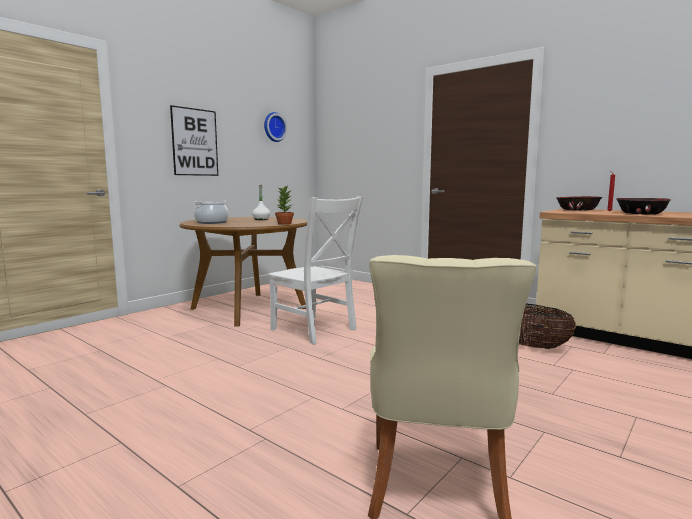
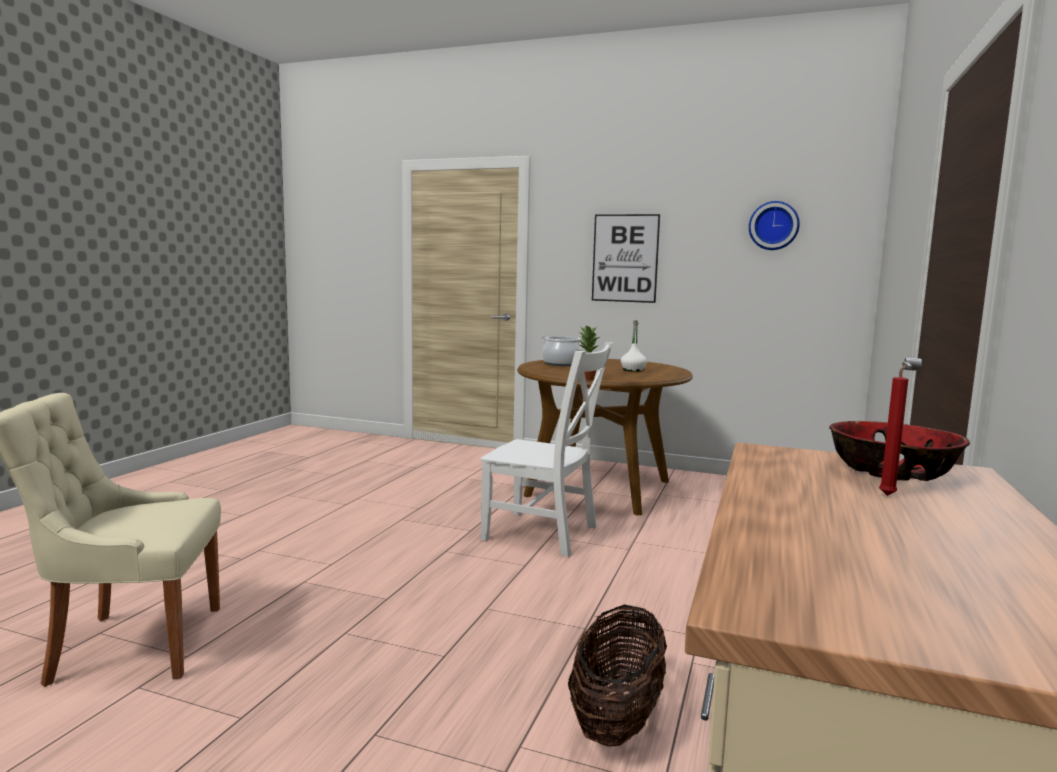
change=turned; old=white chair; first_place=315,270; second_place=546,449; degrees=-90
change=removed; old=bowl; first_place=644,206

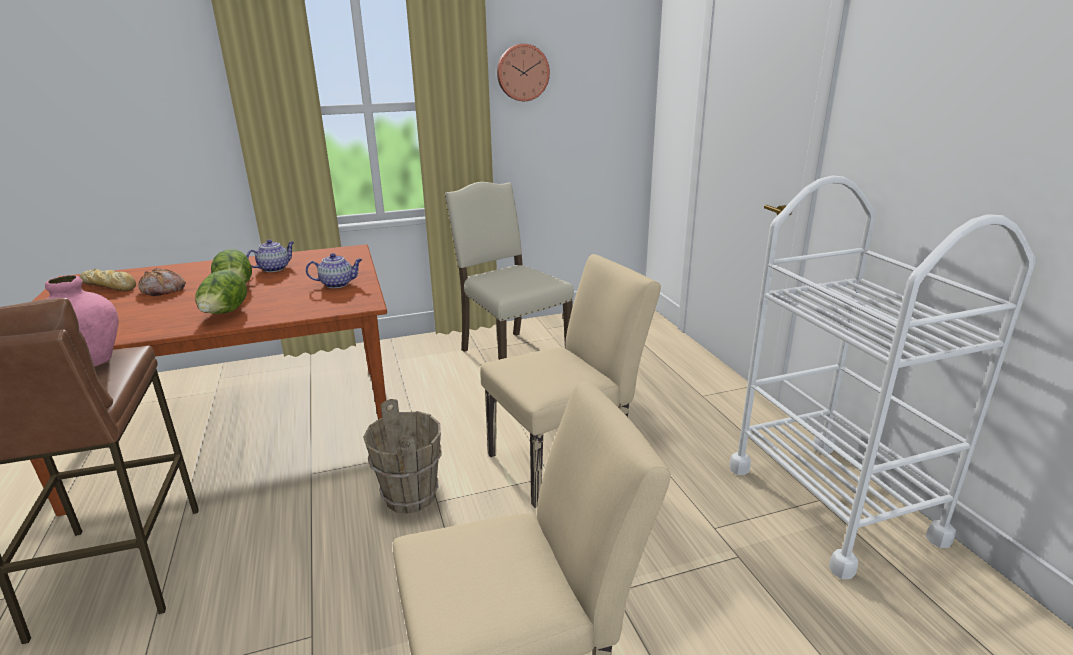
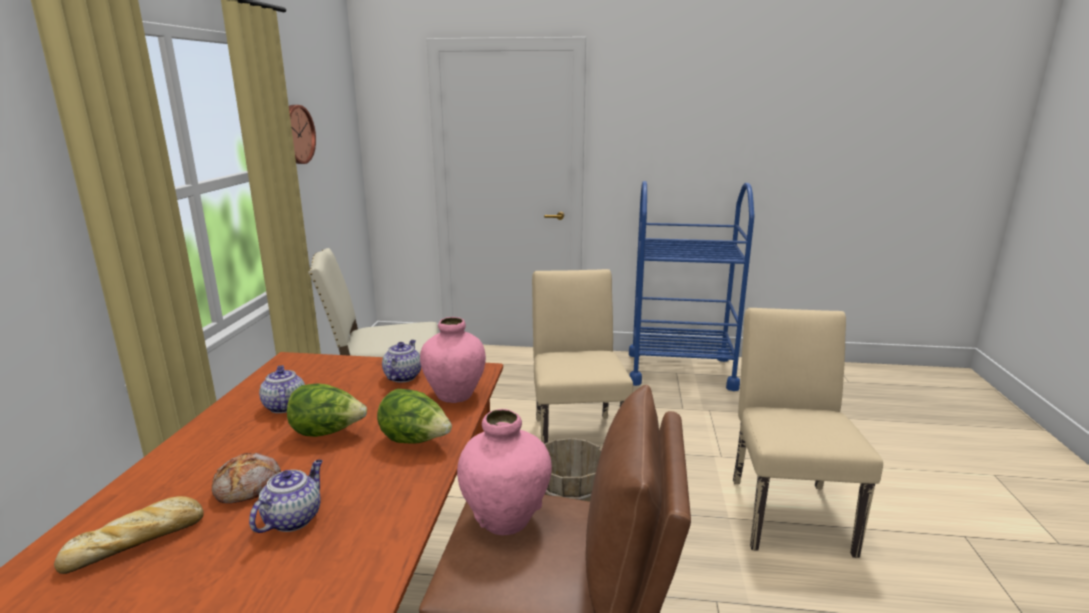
change=recoloured; old=white cart; new=blue cart; first_place=882,377; second_place=692,286
change=added; new=teapot; second_place=286,496
change=added; new=pink vase; second_place=453,360

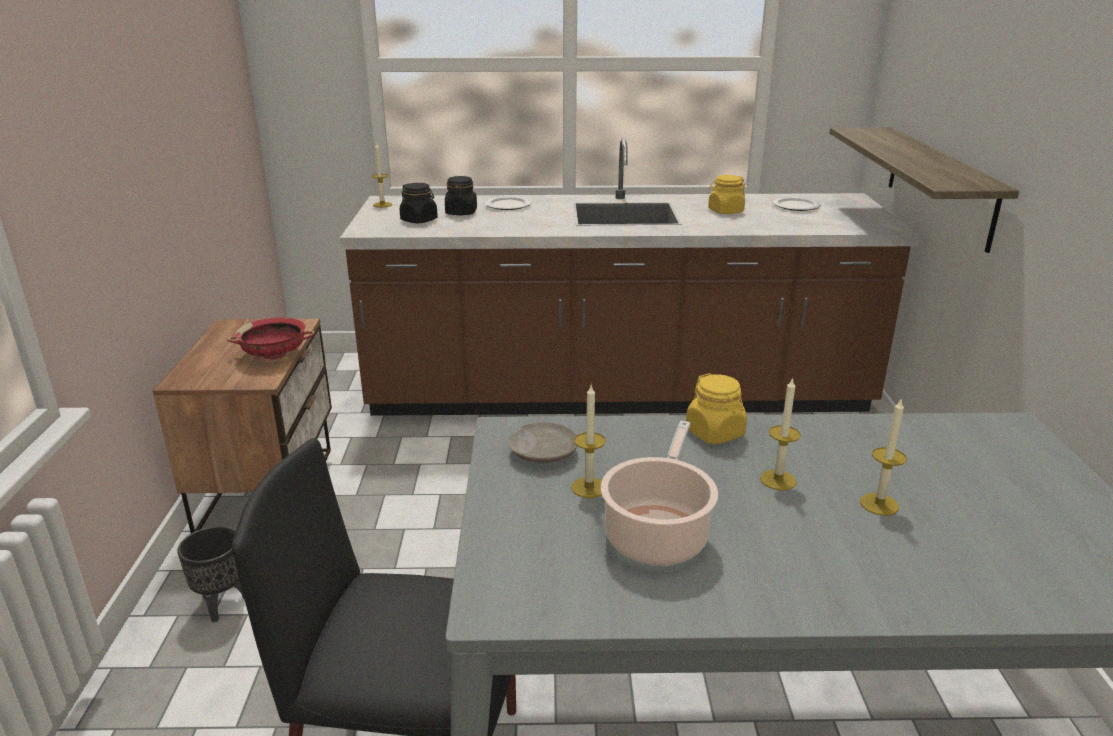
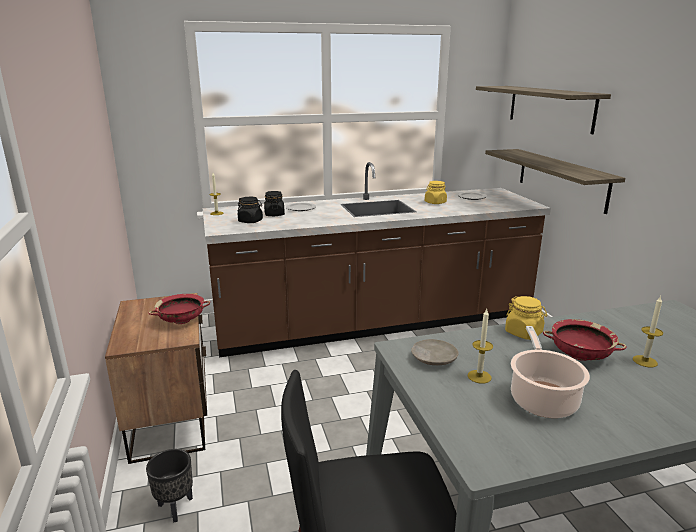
change=replaced; old=candle; new=red bowl; first_place=780,433; second_place=585,340
change=added; new=shelf; second_place=543,110

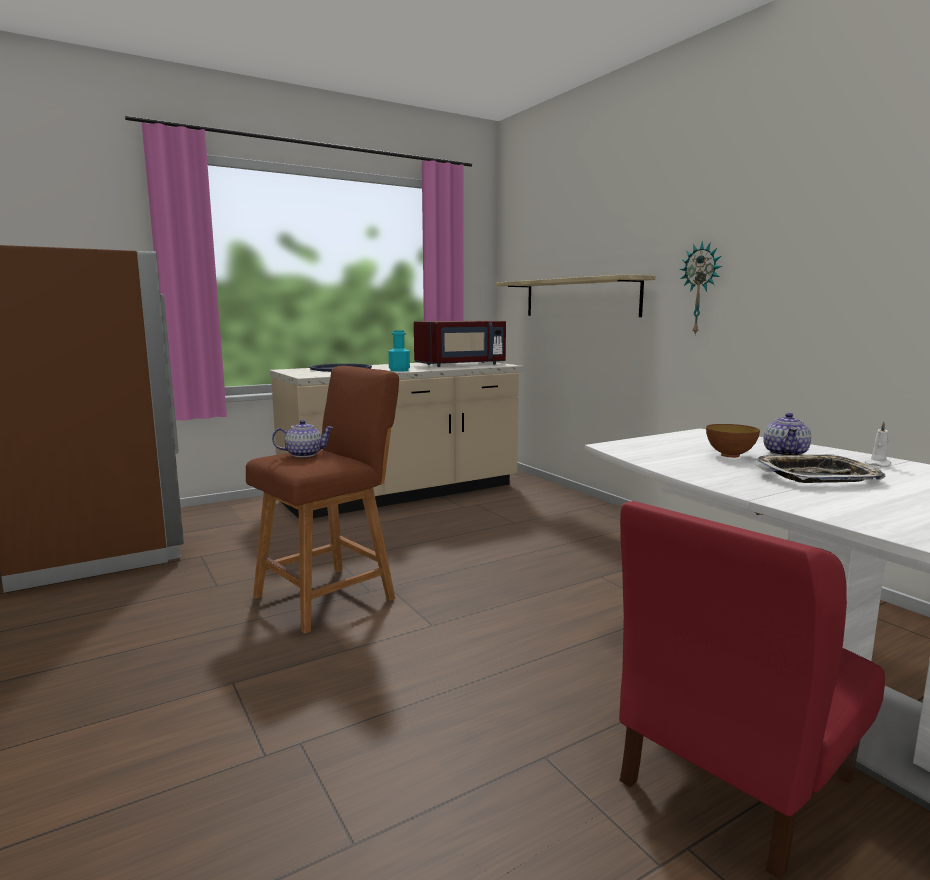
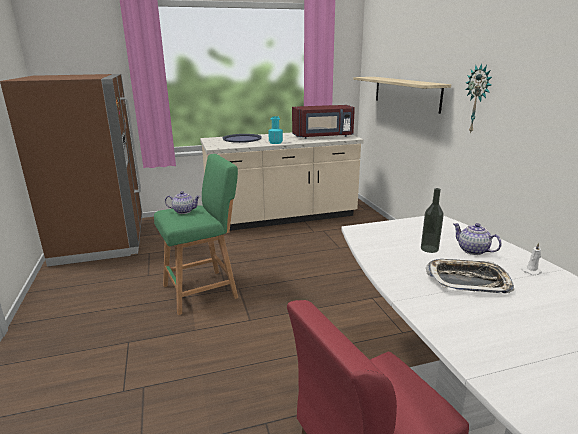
change=recoloured; old=brown stool; new=green stool; first_place=322,500; second_place=196,234
change=replaced; old=bowl; new=bottle; first_place=733,441; second_place=432,220
change=turned; old=teapot; first_place=787,434; second_place=477,239; degrees=105

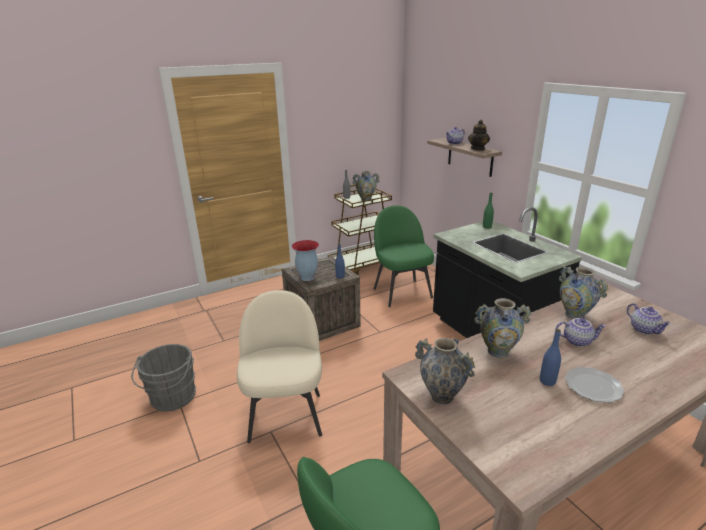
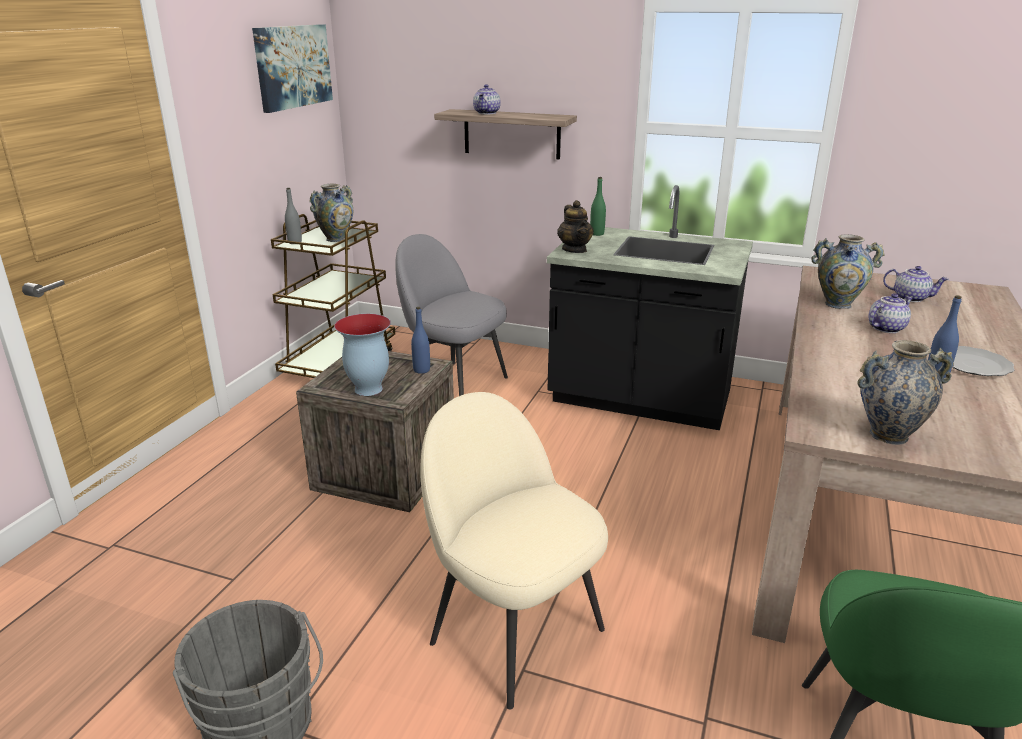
change=recoloured; old=green chair; new=grey chair; first_place=404,256; second_place=451,315
change=moved; old=teapot; first_place=479,135; second_place=575,226
change=removed; old=vase; first_place=502,328
change=added; new=picture; second_place=292,68

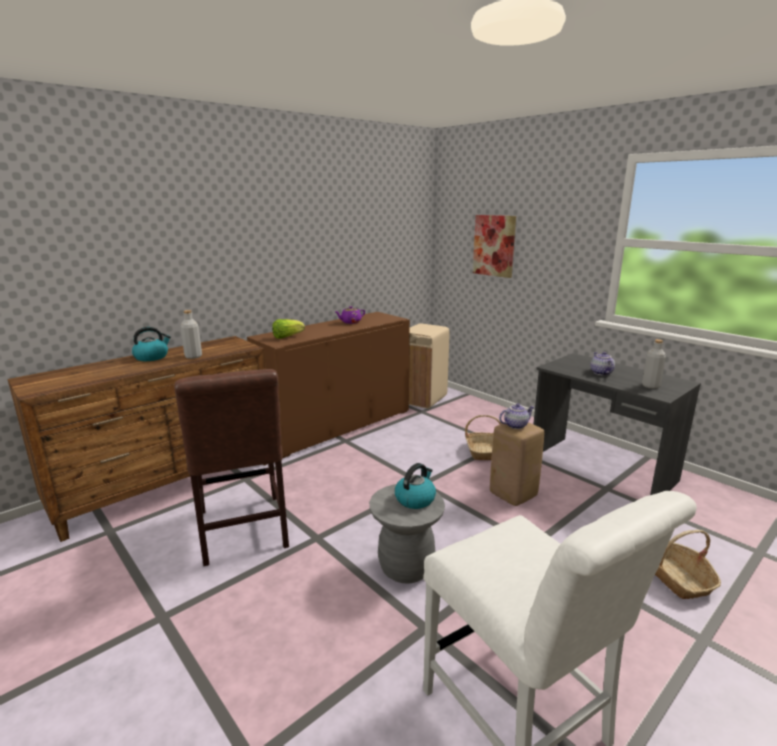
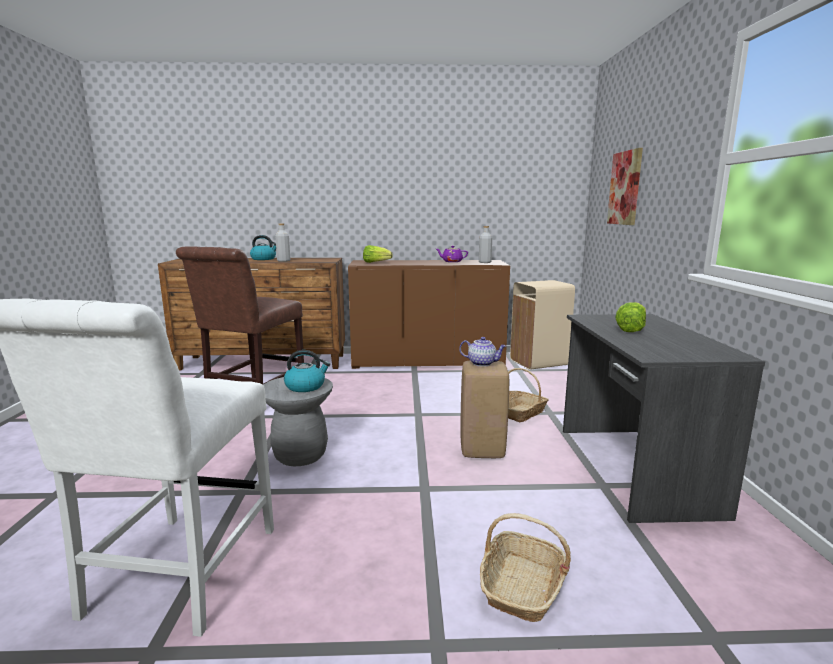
change=replaced; old=teapot; new=lettuce; first_place=602,363; second_place=630,317
change=moved; old=grey bottle; first_place=654,364; second_place=485,244

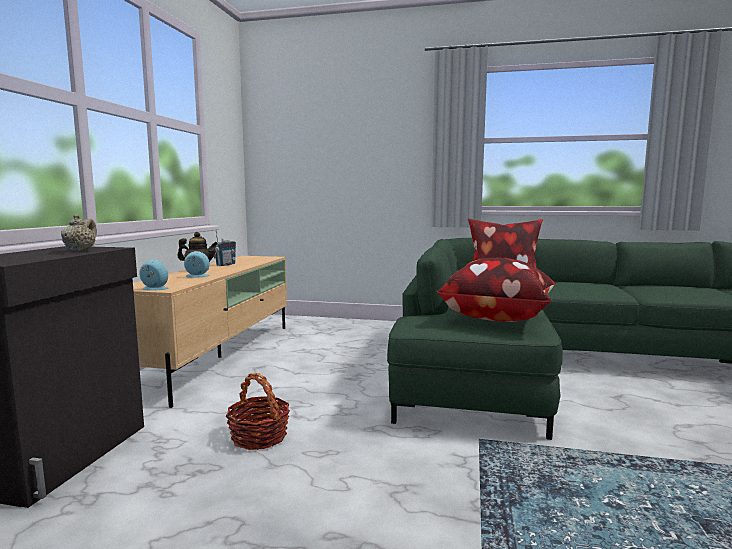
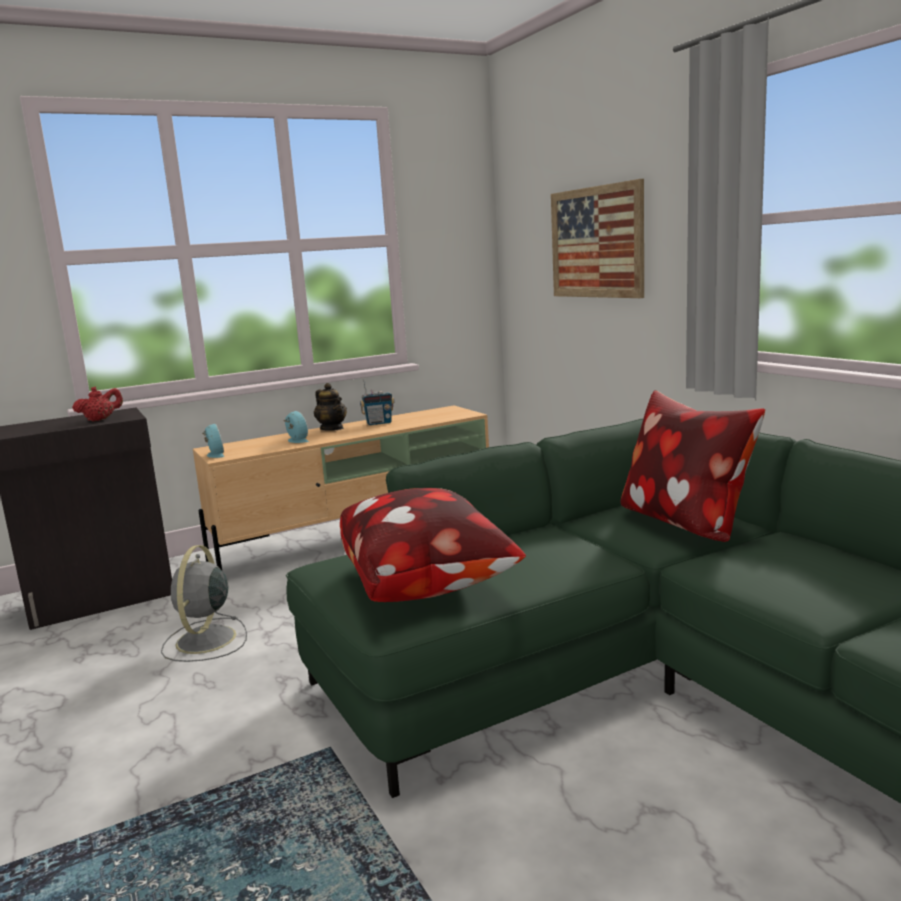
change=recoloured; old=beige teapot; new=red teapot; first_place=79,233; second_place=97,404
change=replaced; old=basket; new=grey fan; first_place=258,411; second_place=204,603
change=added; new=picture; second_place=597,238

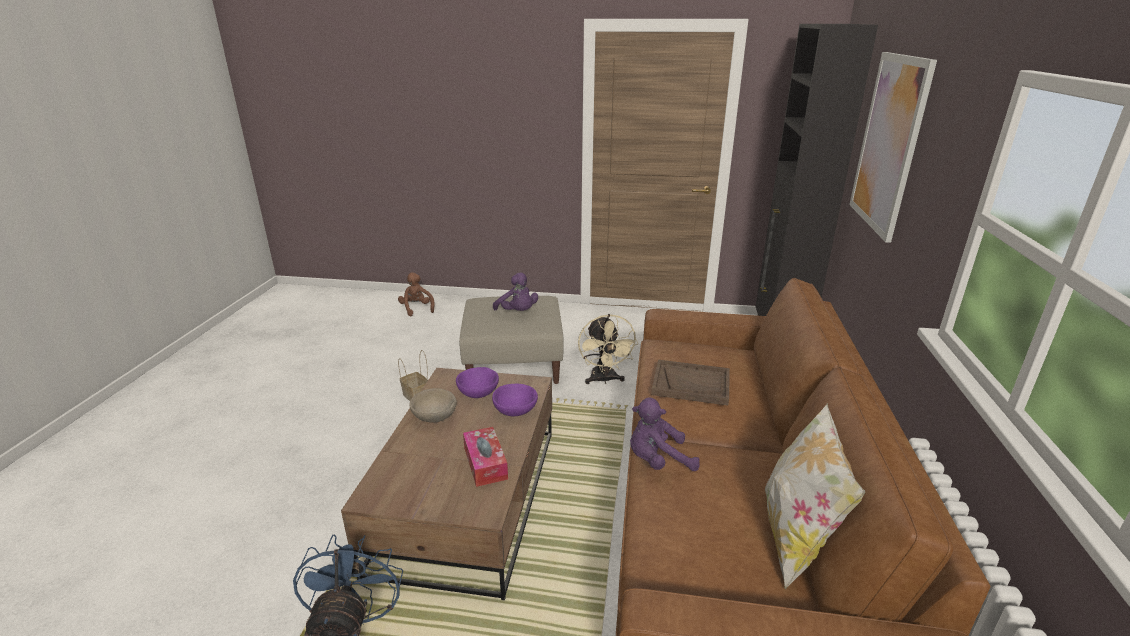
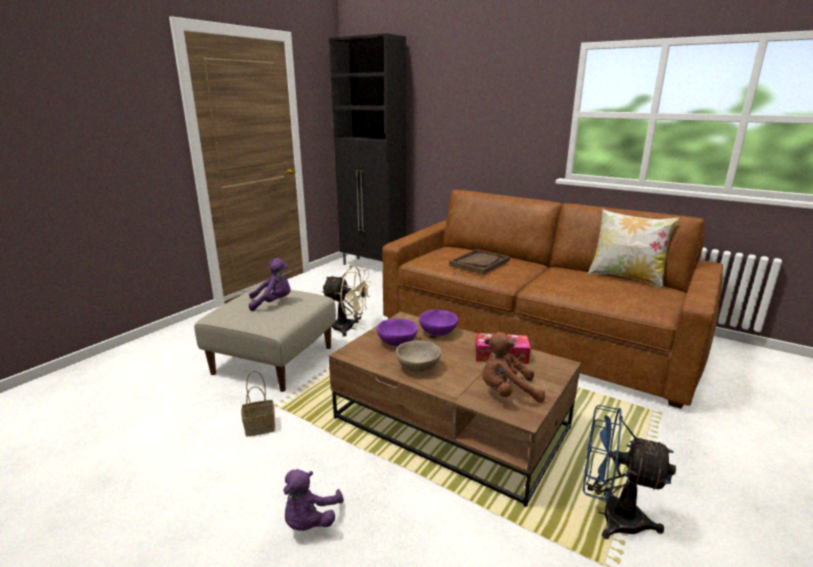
change=moved; old=brown plush toy; first_place=416,294; second_place=513,367
change=moved; old=purple plush toy; first_place=665,434; second_place=313,500
change=removed; old=picture; first_place=893,147

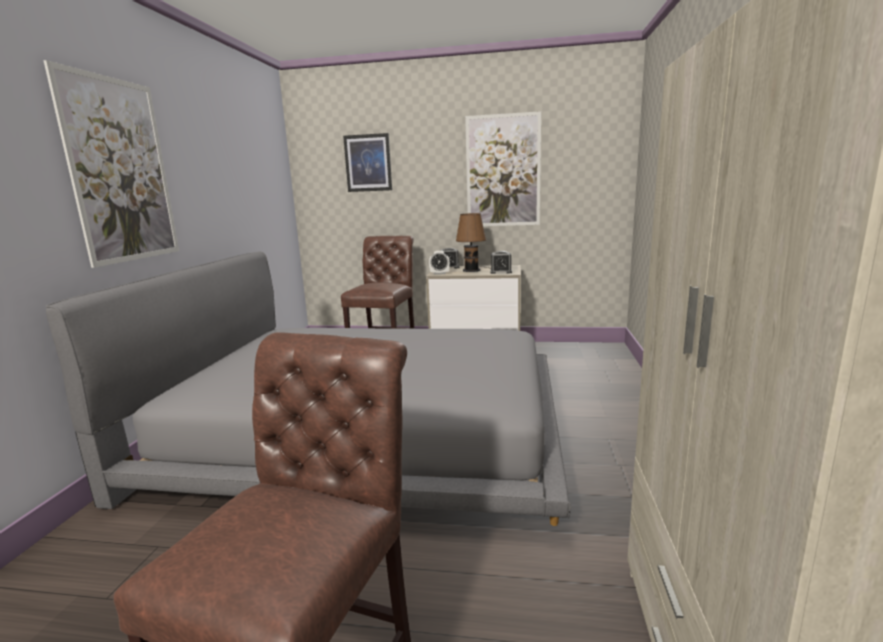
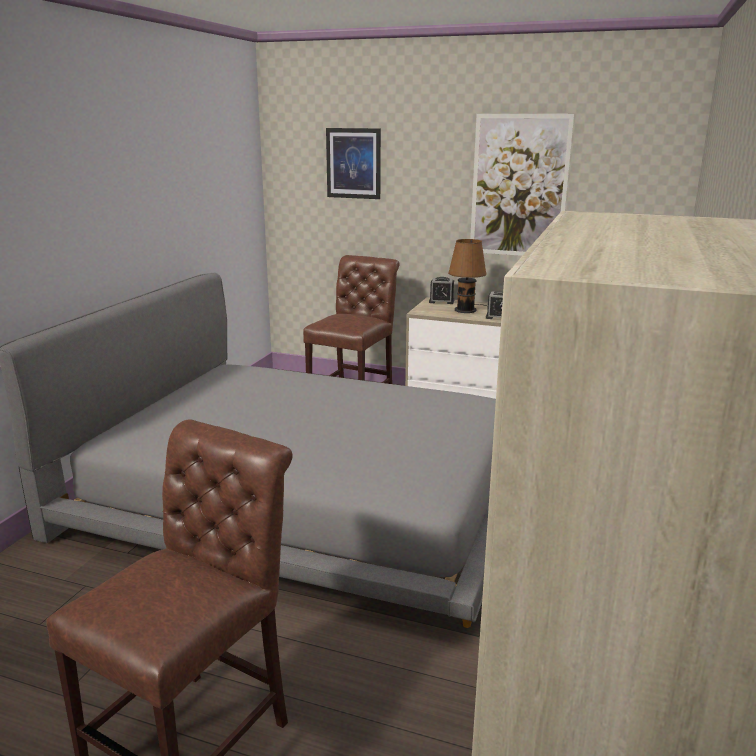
change=removed; old=picture; first_place=111,164
change=removed; old=alarm clock; first_place=439,263

